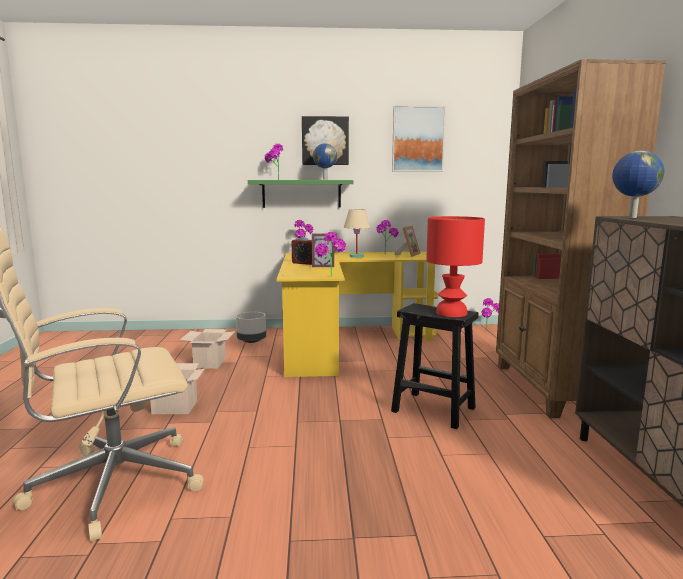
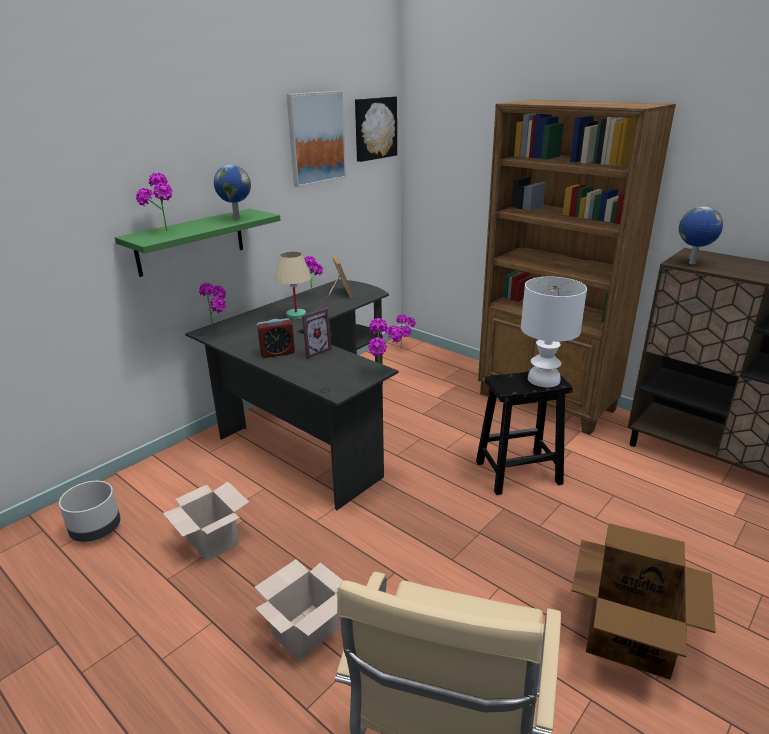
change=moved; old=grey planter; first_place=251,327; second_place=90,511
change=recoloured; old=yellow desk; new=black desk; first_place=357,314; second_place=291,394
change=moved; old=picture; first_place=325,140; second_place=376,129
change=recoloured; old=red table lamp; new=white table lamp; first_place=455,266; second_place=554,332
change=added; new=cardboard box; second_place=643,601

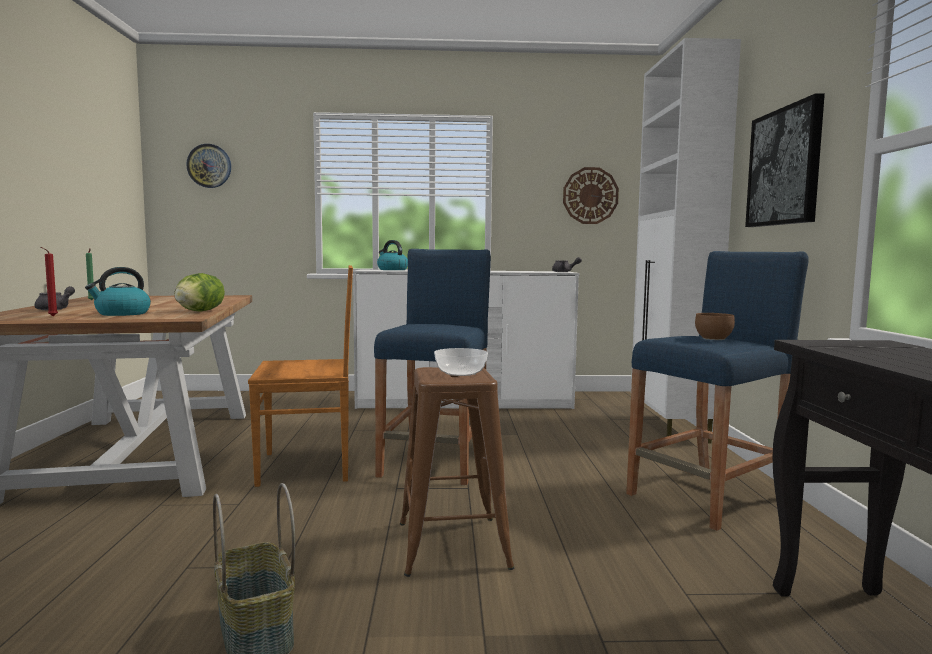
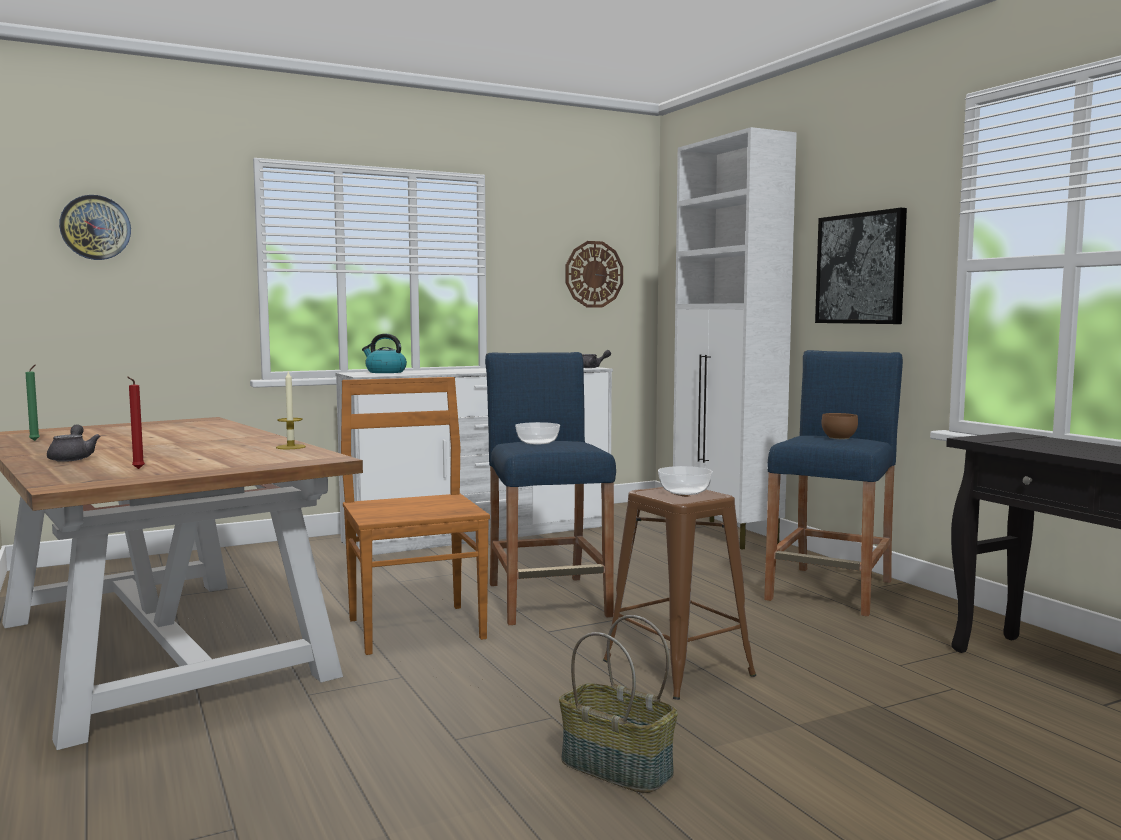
change=removed; old=kettle; first_place=118,291
change=replaced; old=lettuce; new=candle; first_place=199,292; second_place=291,410
change=turned; old=brown chair; first_place=300,376; second_place=415,516; degrees=-75
change=added; new=bowl; second_place=537,433

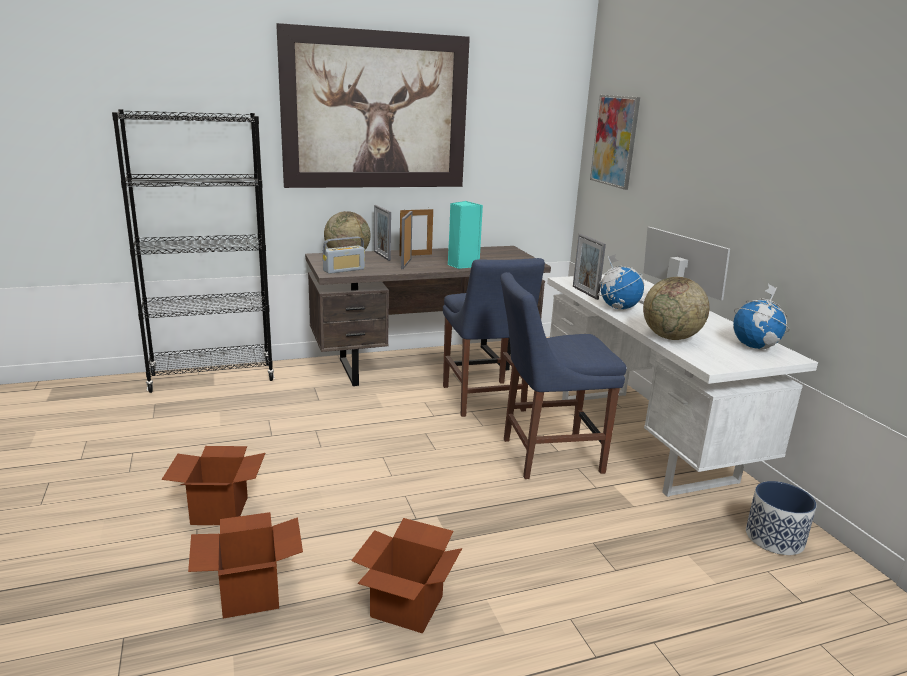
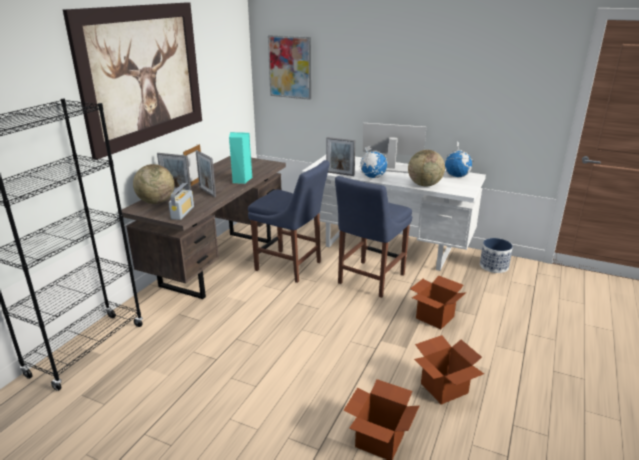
change=moved; old=cardboard box; first_place=213,485; second_place=438,302

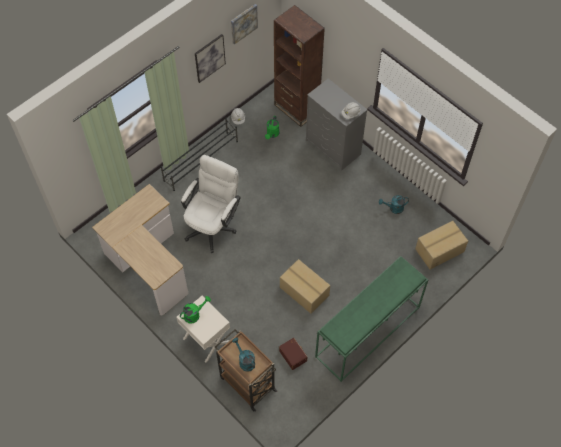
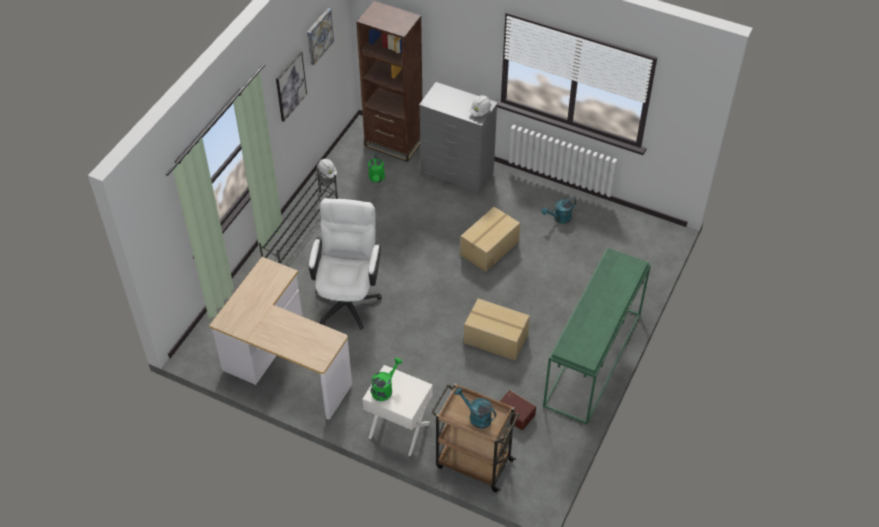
change=moved; old=cardboard box; first_place=441,245; second_place=490,239

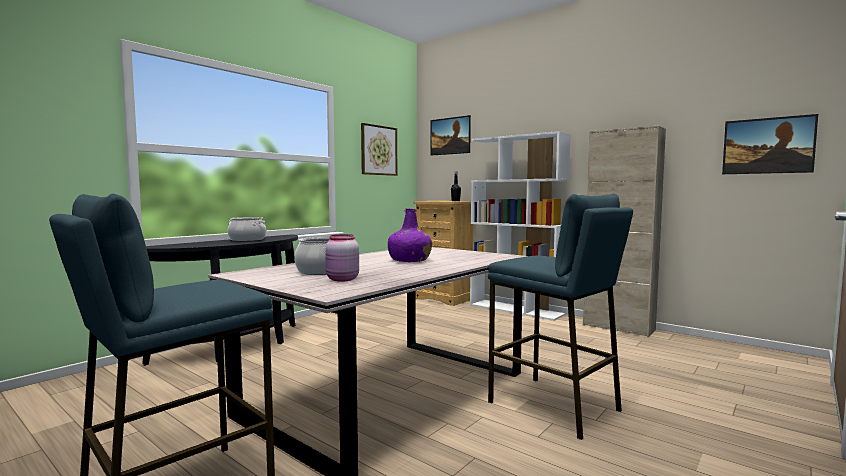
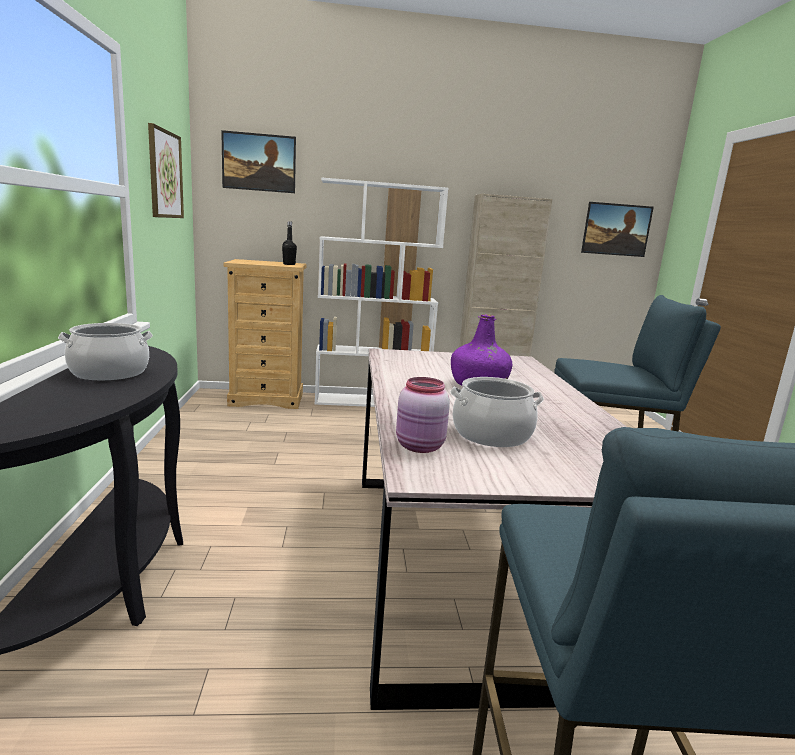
change=moved; old=pink jar; first_place=342,258; second_place=423,415

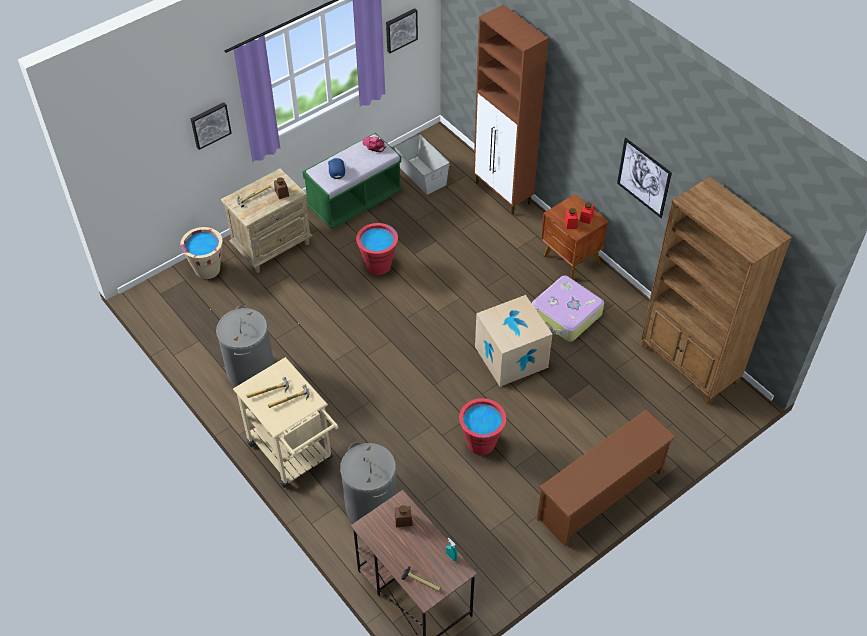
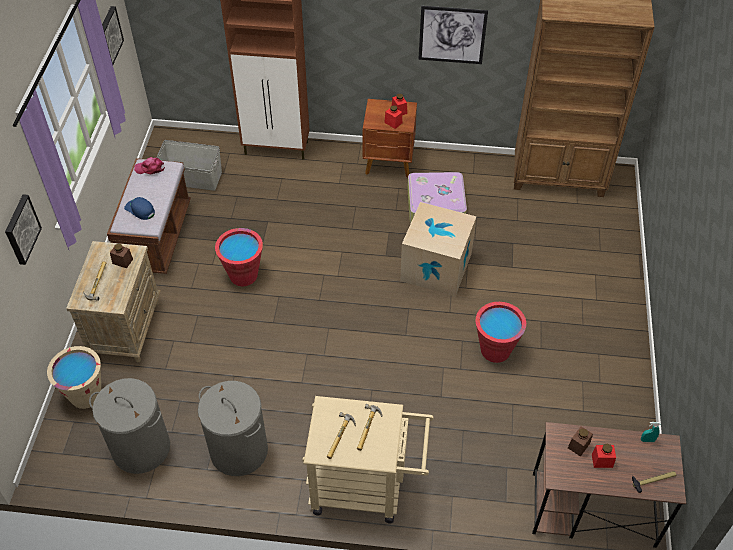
change=recoloured; old=green bench; new=brown bench; first_place=352,180; second_place=149,216
change=moved; old=grey laundry basket; first_place=368,482; second_place=129,426
change=removed; old=brown shoe rack; first_place=606,478
change=added; new=red jar; second_place=604,455

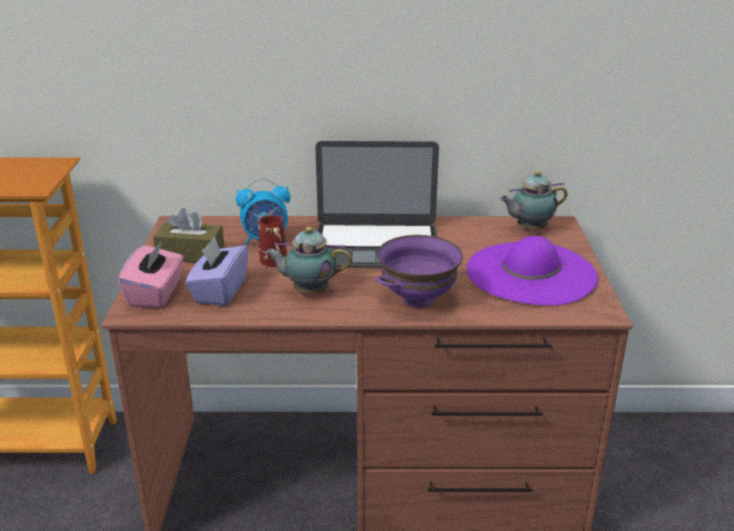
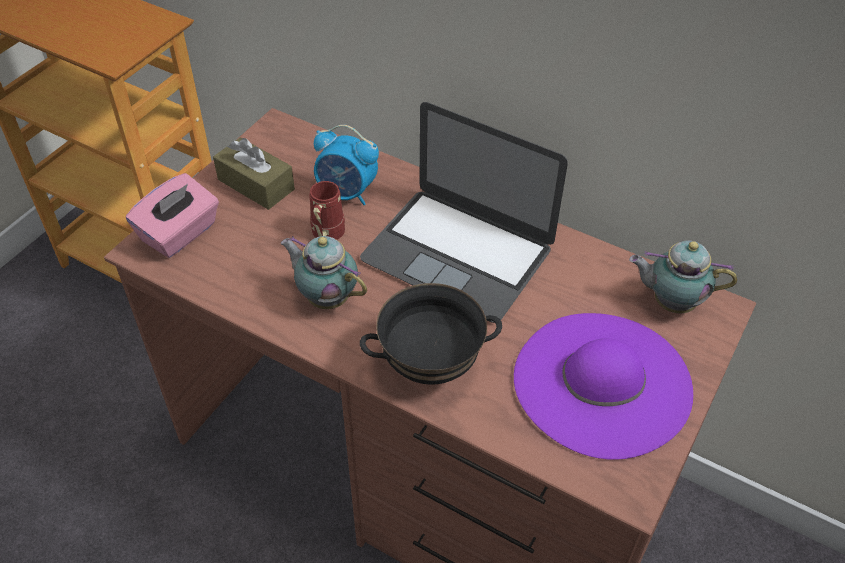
change=removed; old=purple tissue box; first_place=216,271
change=recoloured; old=purple bowl; new=black bowl; first_place=419,271; second_place=431,333

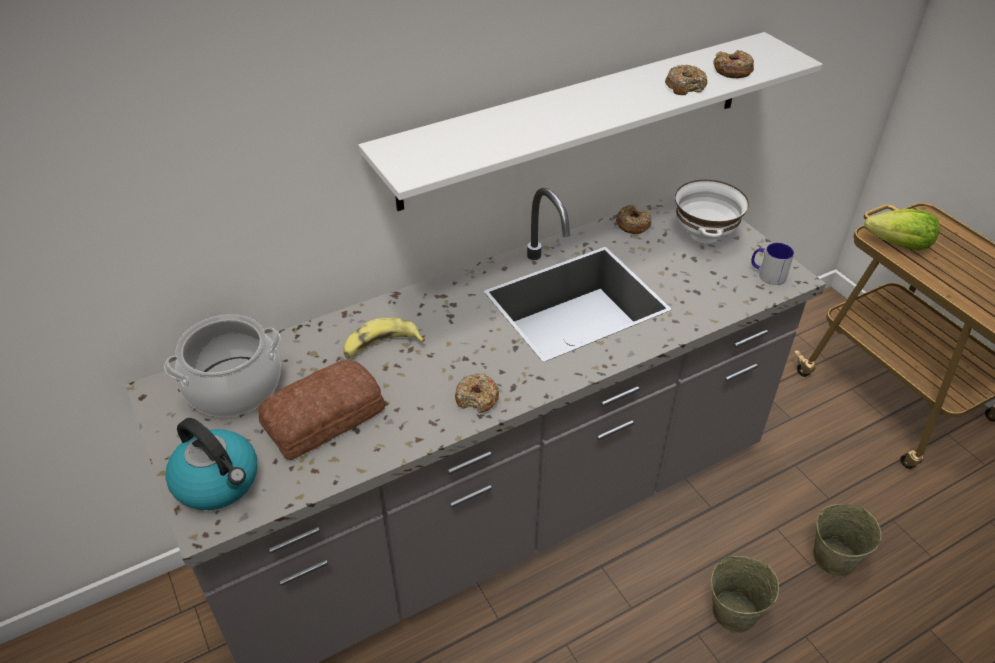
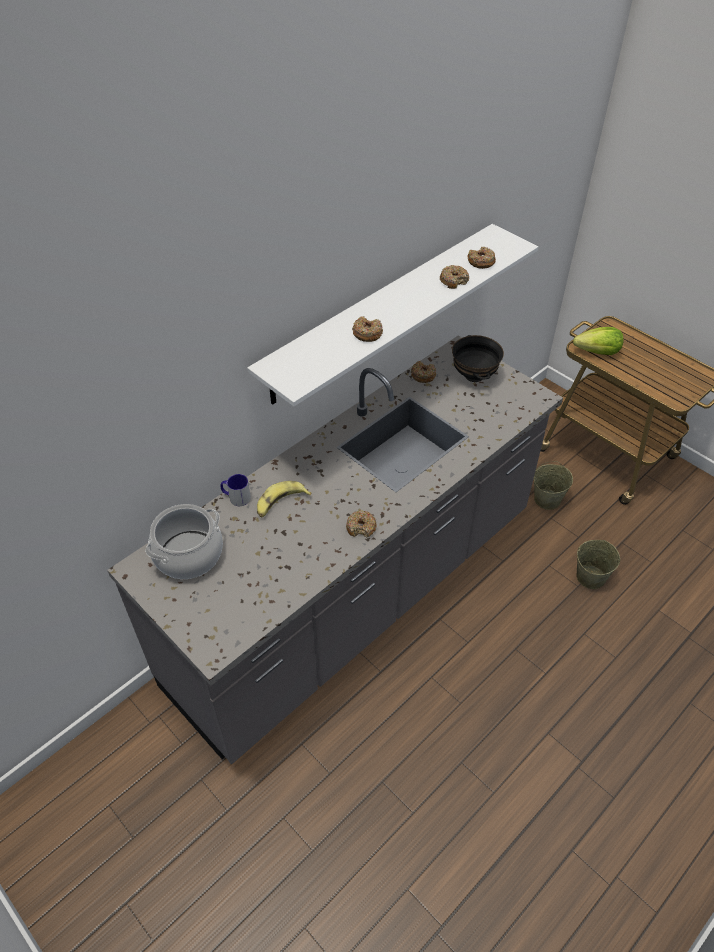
change=removed; old=kettle; first_place=211,464
change=removed; old=bread; first_place=321,410
change=recoloured; old=white bowl; new=black bowl; first_place=712,212; second_place=478,358
change=moved; old=beige bucket; first_place=745,594; second_place=553,486
change=moved; old=mug; first_place=772,264; second_place=235,490
change=added; new=donut; second_place=367,329

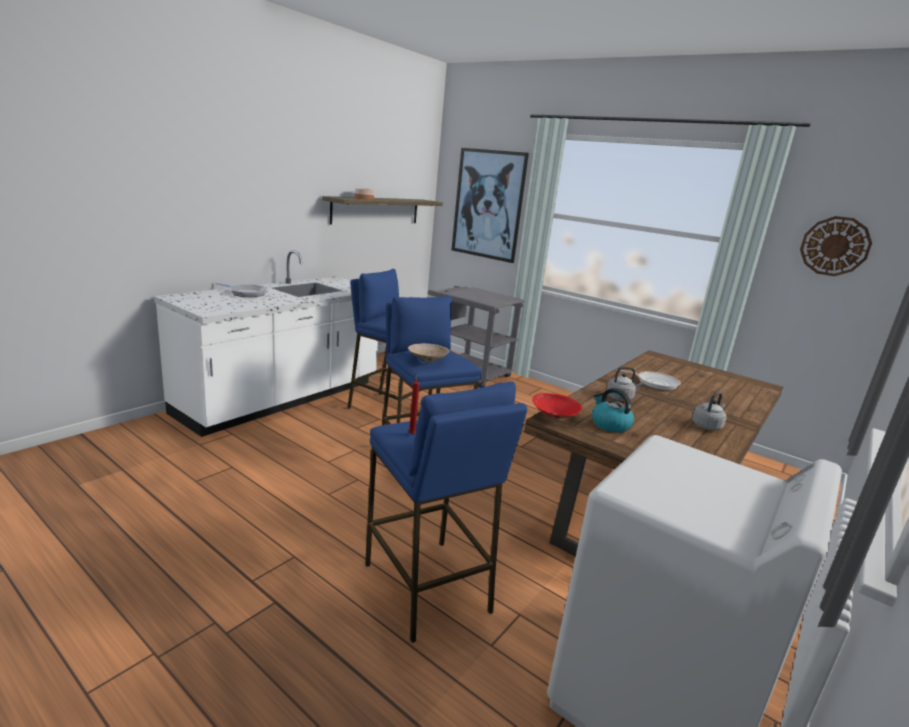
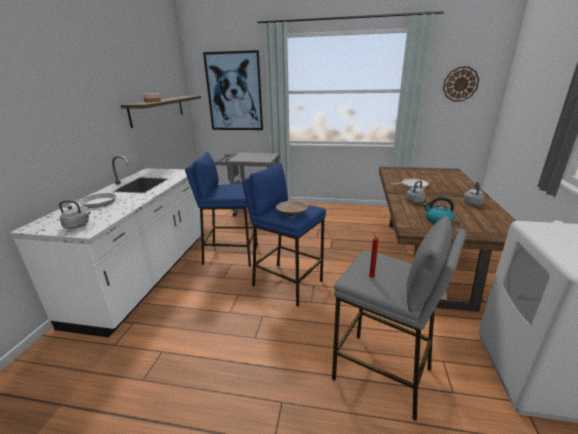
change=recoloured; old=blue stool; new=grey stool; first_place=446,512; second_place=399,318
change=removed; old=red bowl; first_place=557,406
change=added; new=grey kettle; second_place=75,214

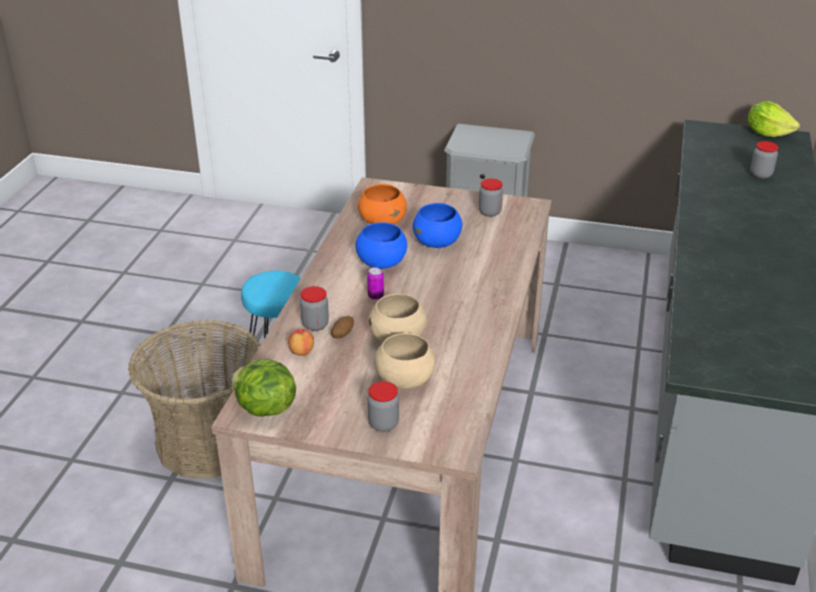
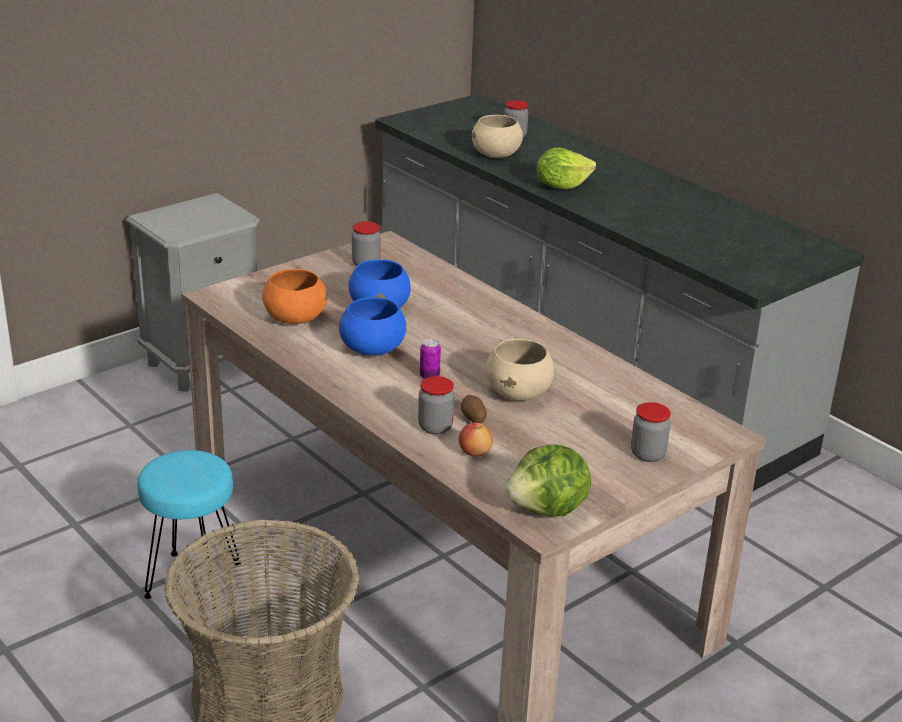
change=moved; old=beige bowl; first_place=404,361; second_place=497,136
change=moved; old=lettuce; first_place=773,119; second_place=566,168

